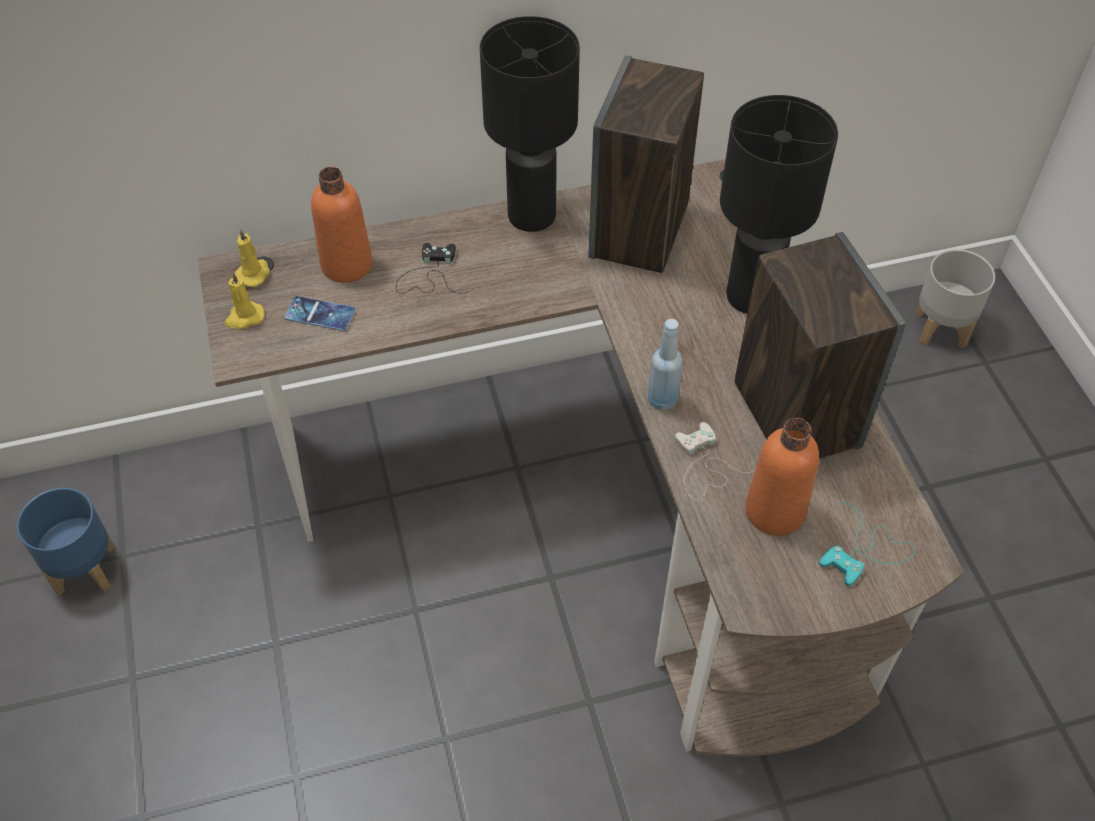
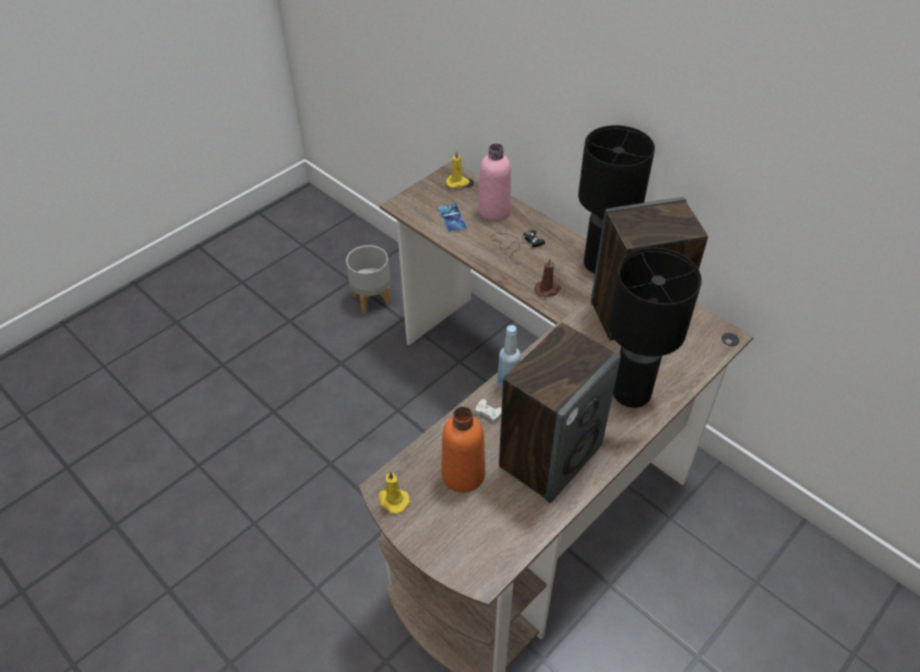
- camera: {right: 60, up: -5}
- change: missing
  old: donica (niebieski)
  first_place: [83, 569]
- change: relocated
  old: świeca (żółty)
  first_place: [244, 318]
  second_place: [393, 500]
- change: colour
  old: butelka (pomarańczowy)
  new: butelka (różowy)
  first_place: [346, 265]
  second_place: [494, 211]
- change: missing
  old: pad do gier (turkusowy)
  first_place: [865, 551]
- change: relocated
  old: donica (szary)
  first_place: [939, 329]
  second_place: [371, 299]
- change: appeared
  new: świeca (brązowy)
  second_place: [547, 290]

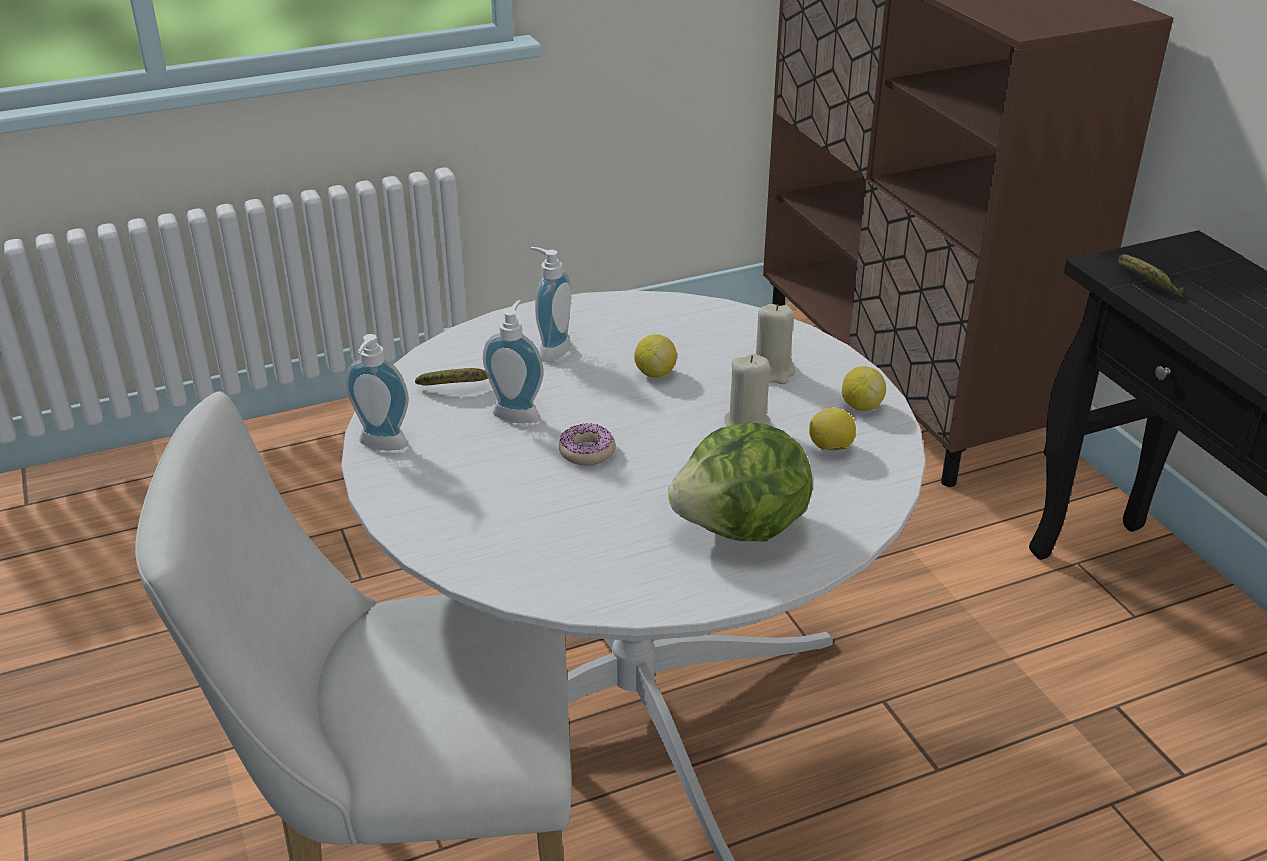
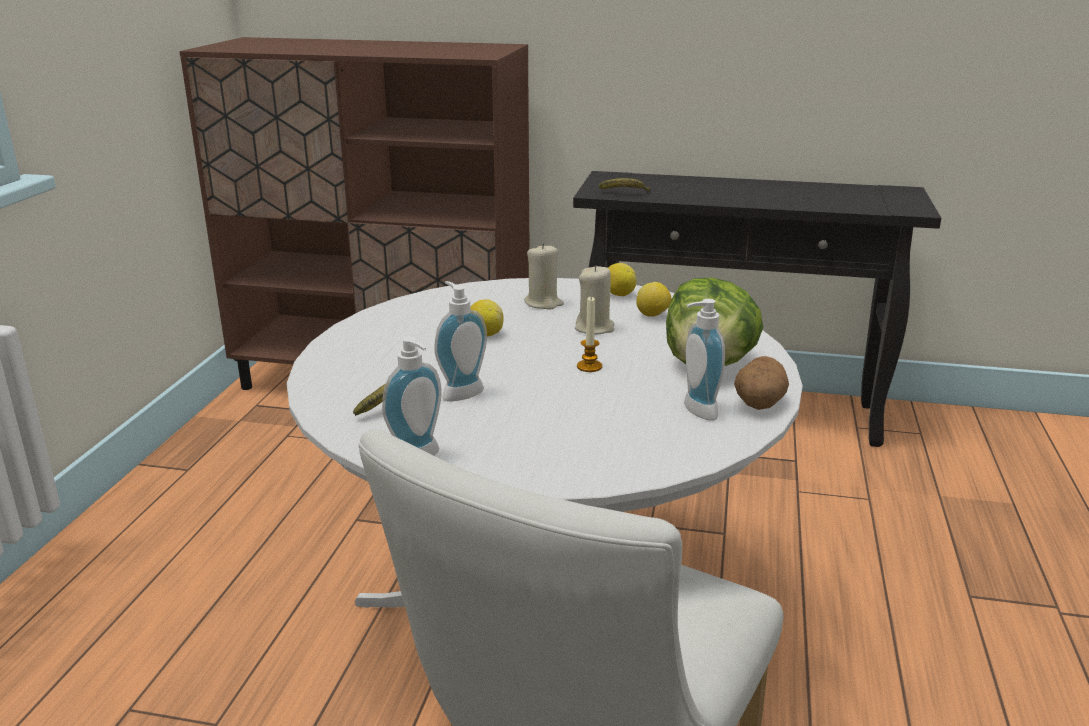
- camera: {right: -55, up: -10}
- change: relocated
  old: dozownik mydła
  first_place: [550, 350]
  second_place: [695, 411]
- change: missing
  old: donut
  first_place: [587, 452]
- change: appeared
  new: świeca
  second_place: [589, 366]
- change: appeared
  new: ziemniak
  second_place: [758, 404]

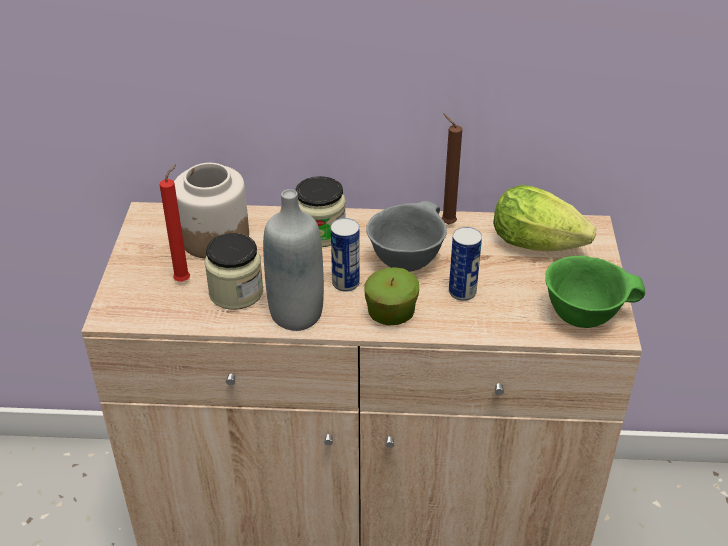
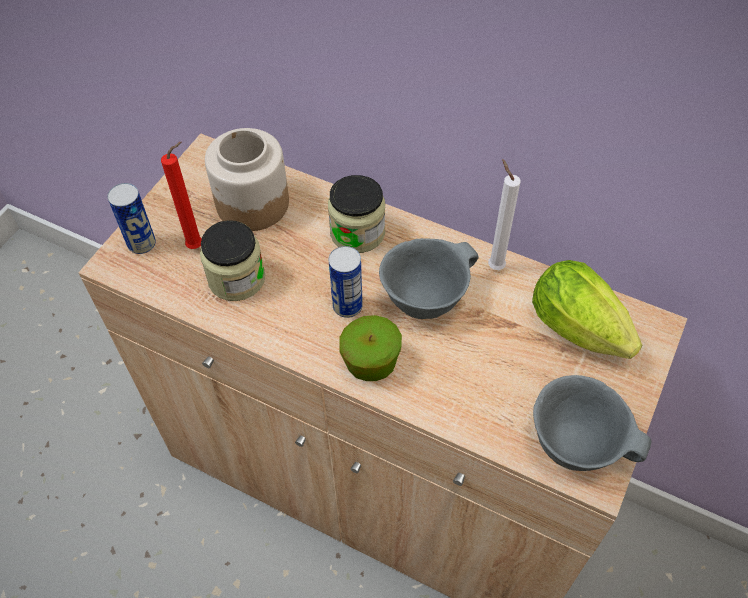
- camera: {right: 25, up: 15}
- change: missing
  old: butelka (szary)
  first_place: [296, 314]
- change: colour
  old: świeca (brązowy)
  new: świeca (biały)
  first_place: [446, 223]
  second_place: [494, 265]
- change: relocated
  old: puszka
  first_place: [462, 292]
  second_place: [141, 243]
- change: colour
  old: miska (zielony)
  new: miska (szary)
  first_place: [583, 315]
  second_place: [576, 443]

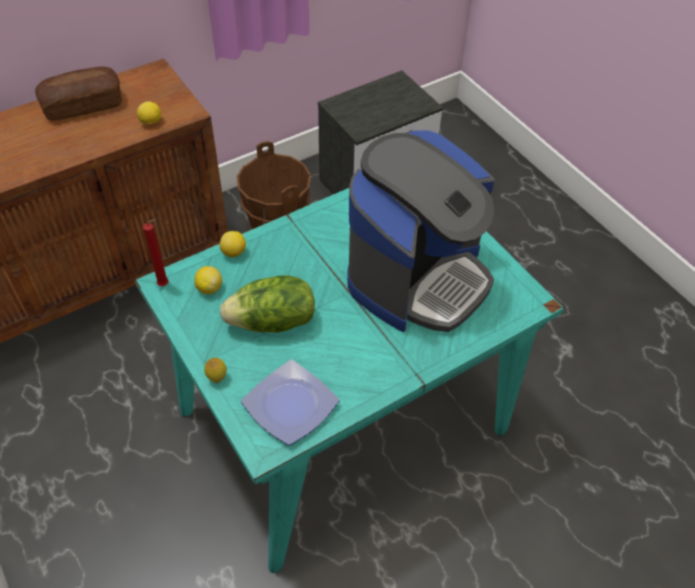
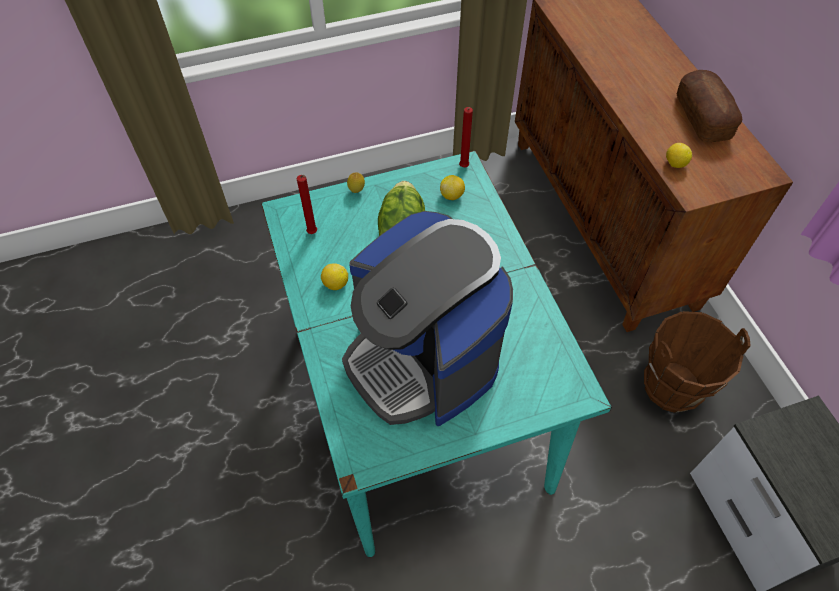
- camera: {right: 105, up: 5}
- change: relocated
  old: cytryna
  first_place: [234, 253]
  second_place: [335, 284]
- change: exchanged
  old: talerz
  new: świeca (czerwony)
  first_place: [292, 405]
  second_place: [313, 234]

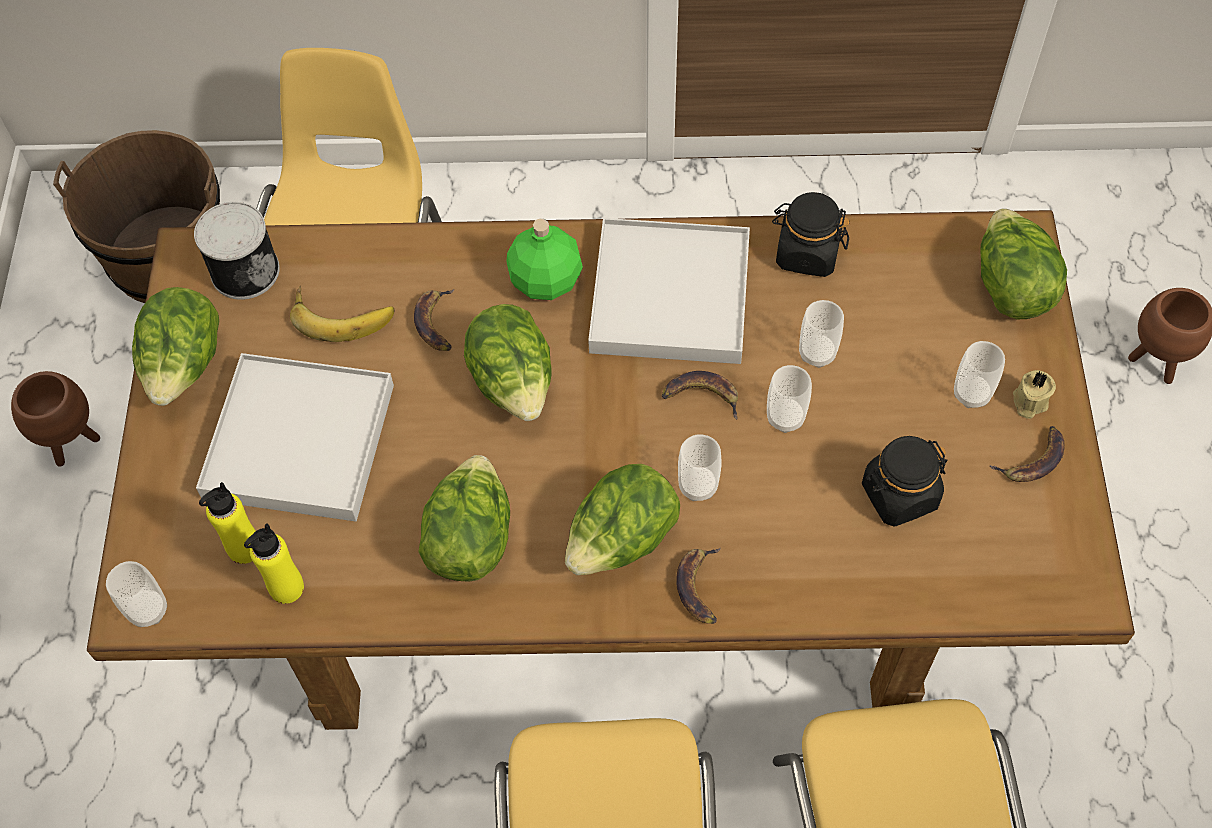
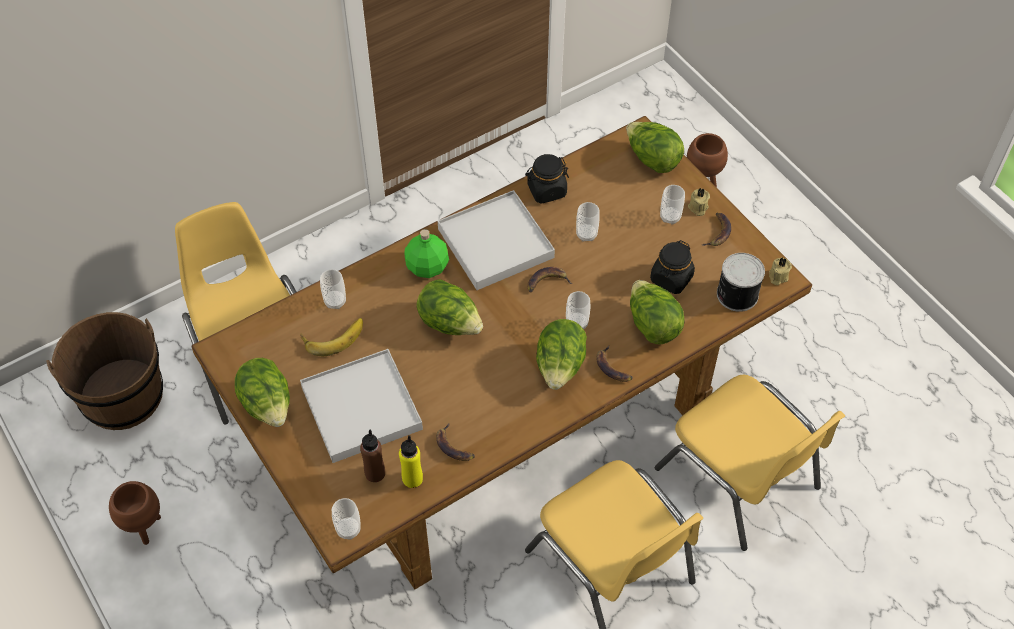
- camera: {right: -35, up: -5}
- change: relocated
  old: puszka
  first_place: [244, 270]
  second_place: [736, 294]
- change: colour
  old: butelka (żółty)
  new: butelka (brązowy)
  first_place: [244, 548]
  second_place: [375, 473]
- change: relocated
  old: banan
  first_place: [436, 323]
  second_place: [454, 446]
- change: relocated
  old: sałata
  first_place: [470, 539]
  second_place: [652, 325]
- change: relocated
  old: filiżanka
  first_place: [785, 417]
  second_place: [335, 301]
- change: appeared
  new: świeca (beżowy)
  second_place: [777, 277]

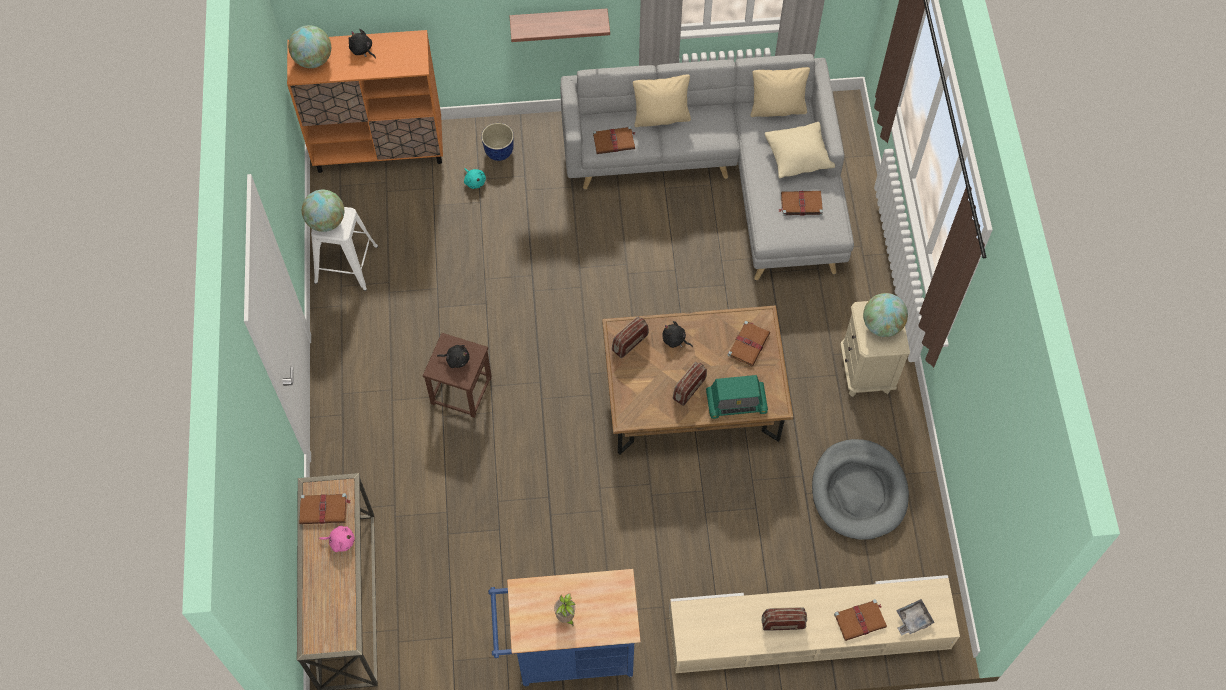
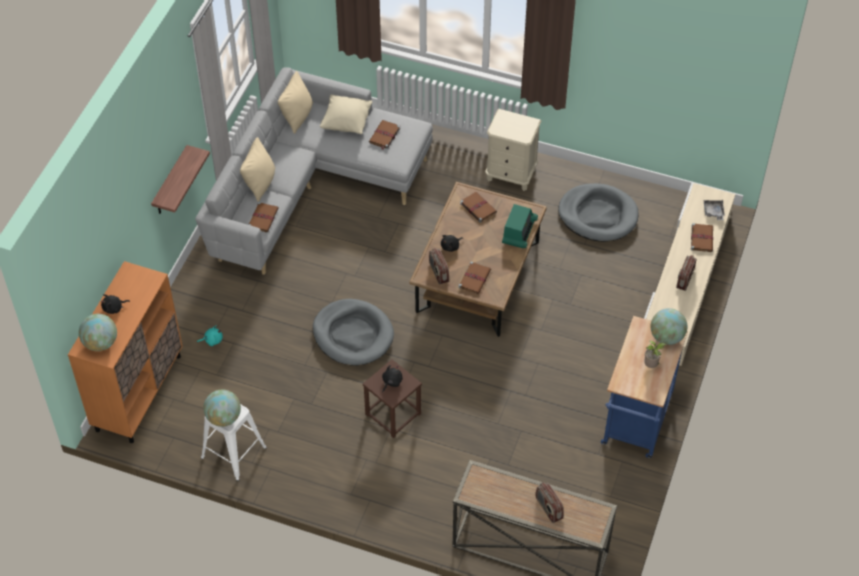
- camera: {right: -65, up: -10}
- change: relocated
  old: książka (brązowy)
  first_place: [324, 509]
  second_place: [474, 278]
- change: missing
  old: pluszak (różowy)
  first_place: [340, 541]
- change: missing
  old: donica
  first_place: [499, 151]
- change: relocated
  old: radio
  first_place: [689, 389]
  second_place: [548, 508]
- change: relocated
  old: globus
  first_place: [882, 325]
  second_place: [666, 337]
- change: appeared
  new: legowisko (szary)
  second_place: [353, 334]

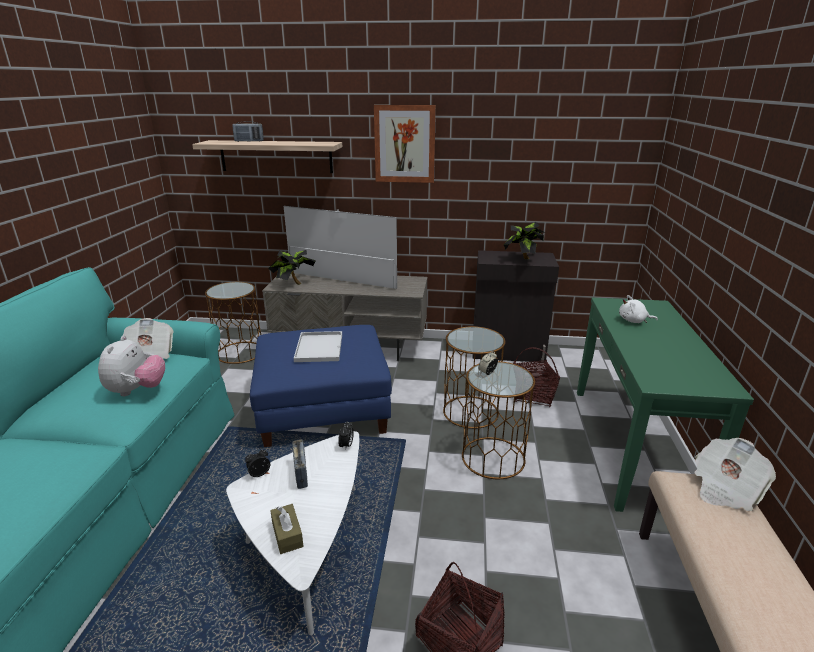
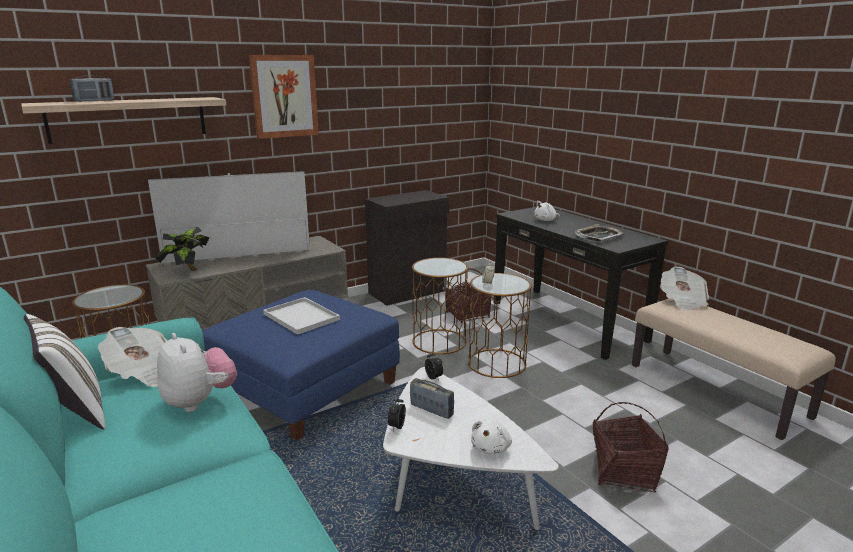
- camera: {right: -40, up: -5}
- change: exchanged
  old: pudełko chusteczek (brązowy)
  new: pluszak (biały)
  first_place: [287, 535]
  second_place: [491, 447]
- change: missing
  old: roślina doniczkowa
  first_place: [523, 260]
- change: colour
  old: stolik konsolowy (zielony)
  new: stolik konsolowy (czarny)
  first_place: [633, 445]
  second_place: [567, 320]
- change: appeared
  new: poduszka (biały)
  second_place: [72, 413]
- change: appeared
  new: taca
  second_place: [598, 236]

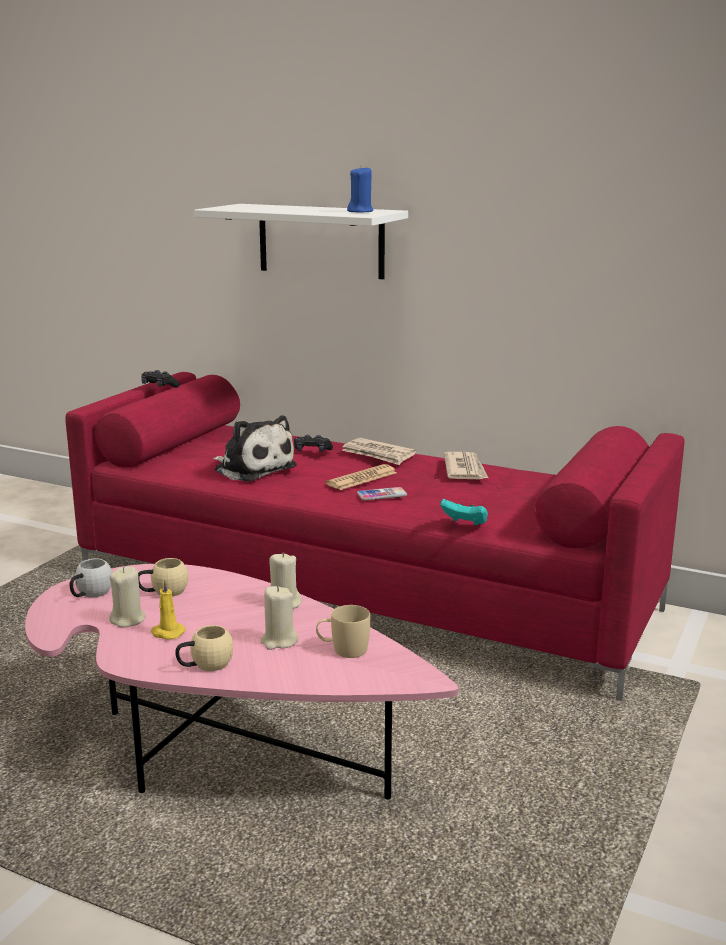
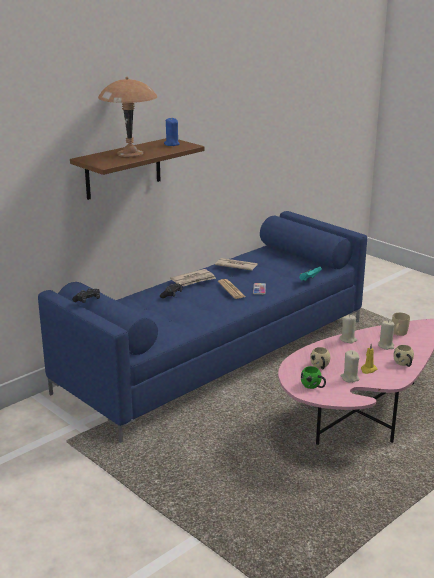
- camera: {right: -70, up: 5}
- change: colour
  old: kanapa (czerwony)
  new: kanapa (niebieski)
  first_place: [365, 591]
  second_place: [217, 355]
- change: colour
  old: kubek (biały)
  new: kubek (zielony)
  first_place: [90, 594]
  second_place: [313, 386]
- change: colour
  old: półka (biały)
  new: półka (brązowy)
  first_place: [321, 241]
  second_place: [123, 168]
- change: missing
  old: pluszak
  first_place: [252, 468]
- change: appeared
  new: lampa stołowa (brązowy)
  second_place: [130, 153]

